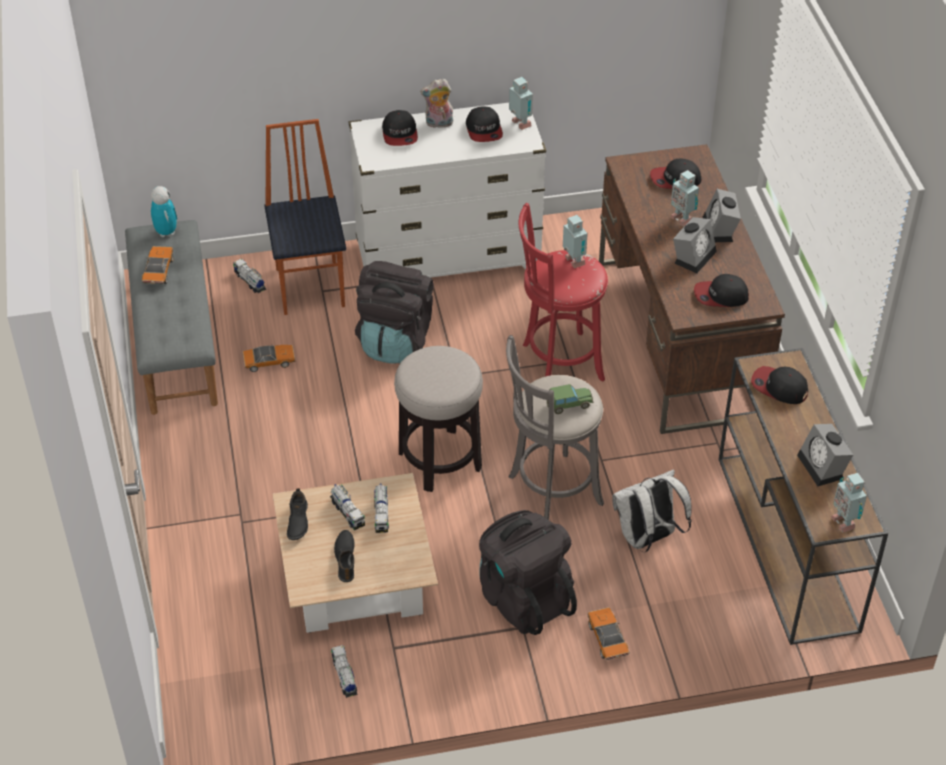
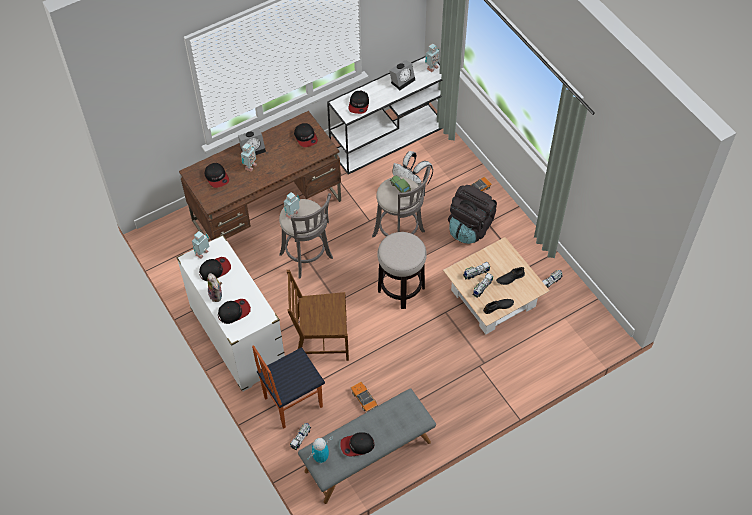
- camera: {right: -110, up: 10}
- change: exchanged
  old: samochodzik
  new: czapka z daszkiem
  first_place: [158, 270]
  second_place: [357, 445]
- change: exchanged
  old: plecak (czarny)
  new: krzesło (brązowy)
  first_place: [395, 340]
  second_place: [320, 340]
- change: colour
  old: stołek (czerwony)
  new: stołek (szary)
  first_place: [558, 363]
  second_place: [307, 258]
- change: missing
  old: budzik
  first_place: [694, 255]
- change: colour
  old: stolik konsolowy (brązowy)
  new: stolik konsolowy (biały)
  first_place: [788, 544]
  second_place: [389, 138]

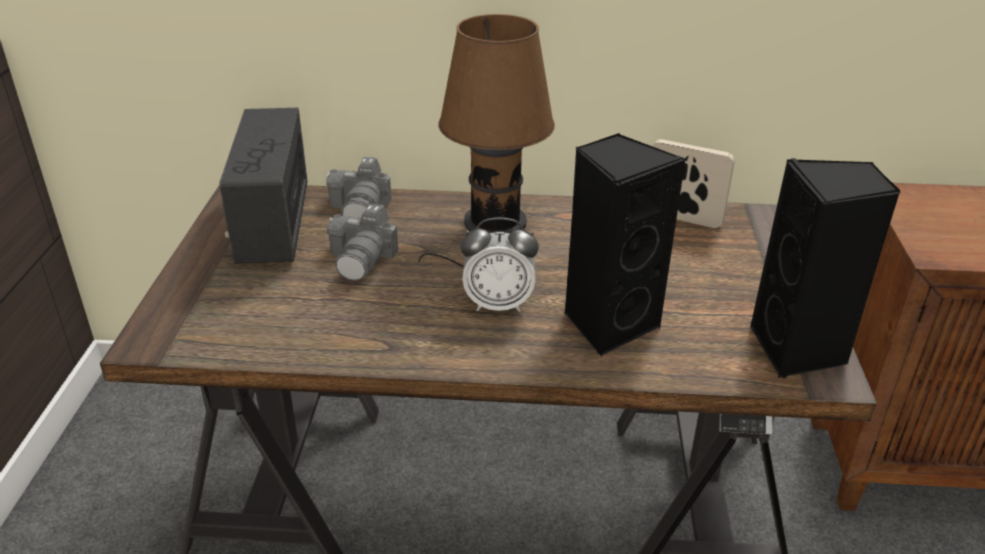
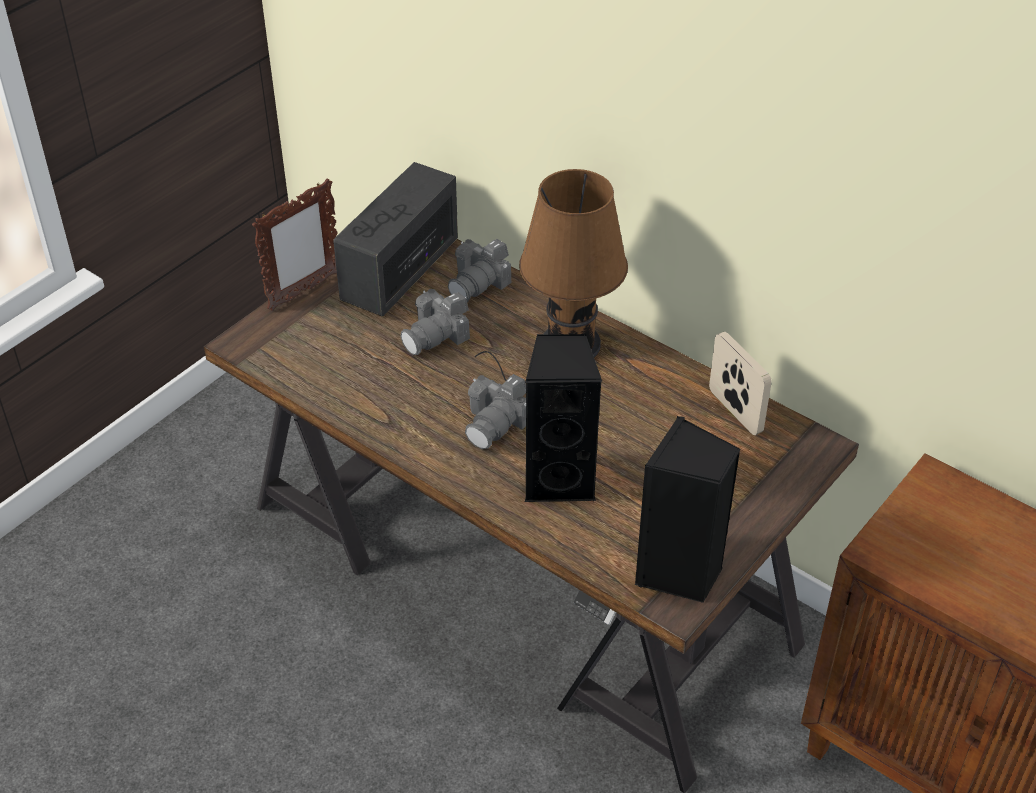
- camera: {right: 35, up: 10}
- change: exchanged
  old: budzik
  new: aparat fotograficzny
  first_place: [498, 304]
  second_place: [496, 423]
- change: appeared
  new: ramka na zdjęcie
  second_place: [303, 291]

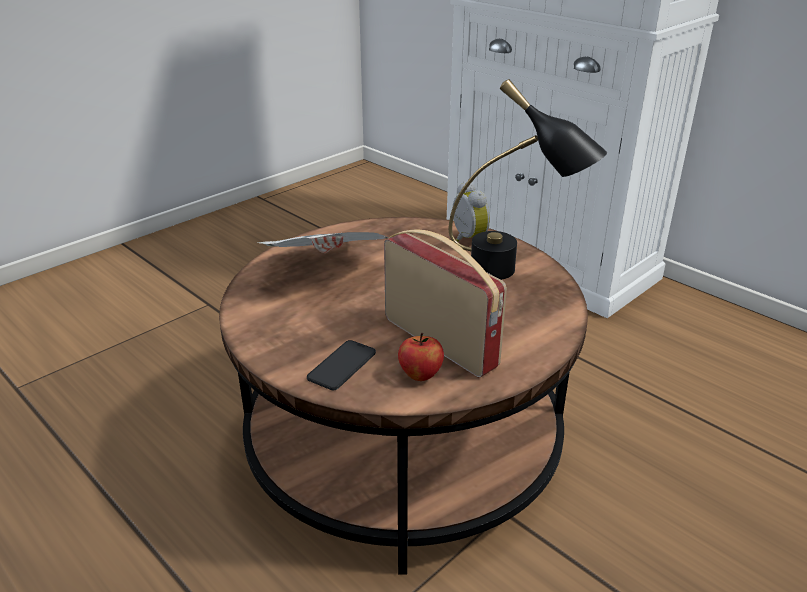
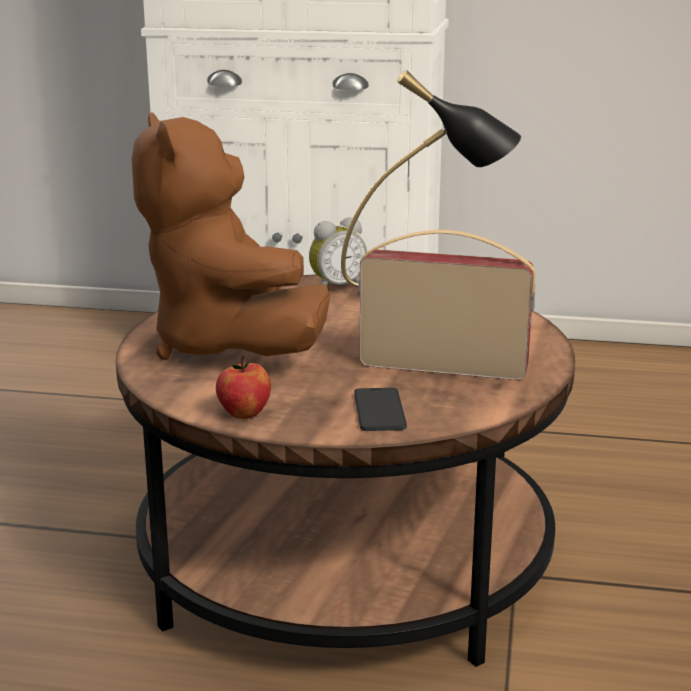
- camera: {right: -35, up: -10}
- change: exchanged
  old: gazeta
  new: pluszak (brązowy)
  first_place: [326, 271]
  second_place: [228, 347]
- change: relocated
  old: jabłko
  first_place: [420, 375]
  second_place: [244, 414]
- change: spun
  old: budzik
  first_place: [466, 240]
  second_place: [336, 287]
  degrees: 120

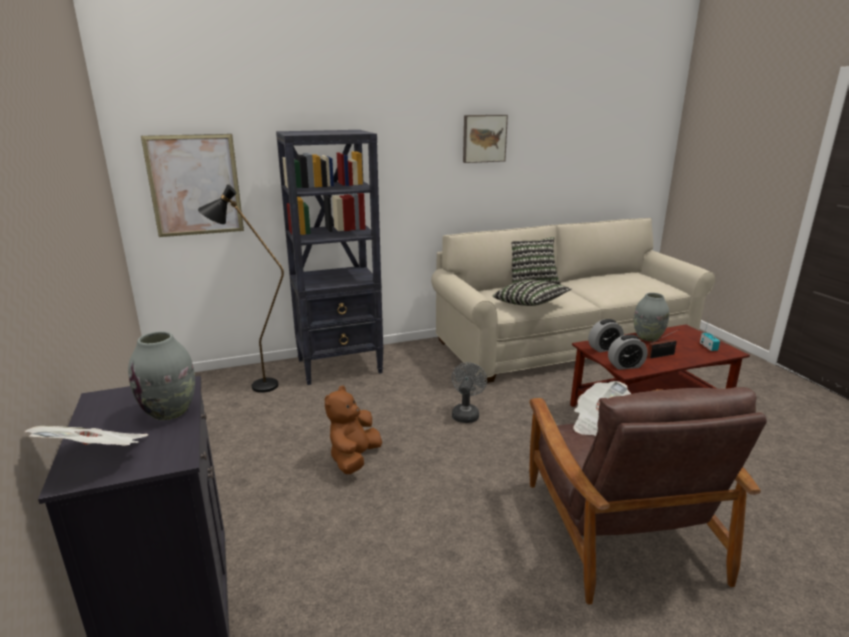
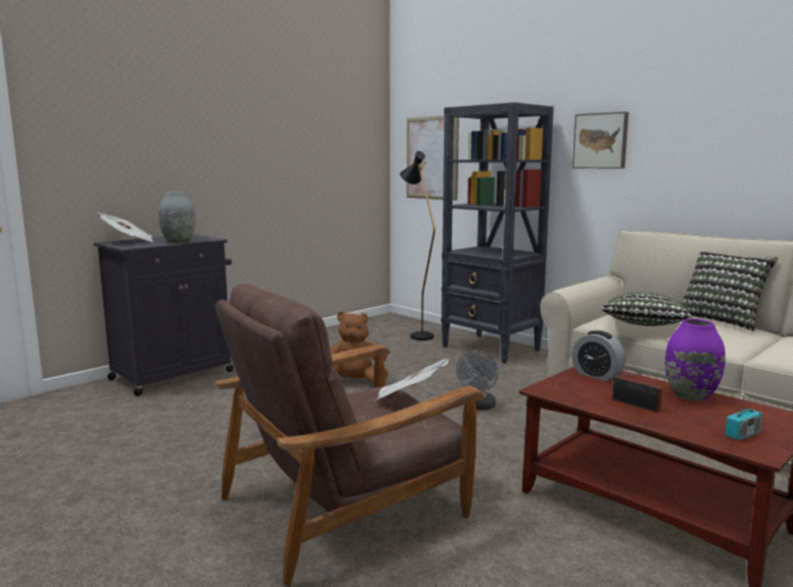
- camera: {right: 65, up: -10}
- change: spun
  old: wentylator (szary)
  first_place: [466, 413]
  second_place: [478, 407]
  degrees: 120
- change: relocated
  old: obraz
  first_place: [484, 138]
  second_place: [601, 141]
- change: missing
  old: budzik
  first_place: [625, 366]
- change: colour
  old: wazon (szary)
  new: wazon (fioletowy)
  first_place: [647, 338]
  second_place: [690, 395]

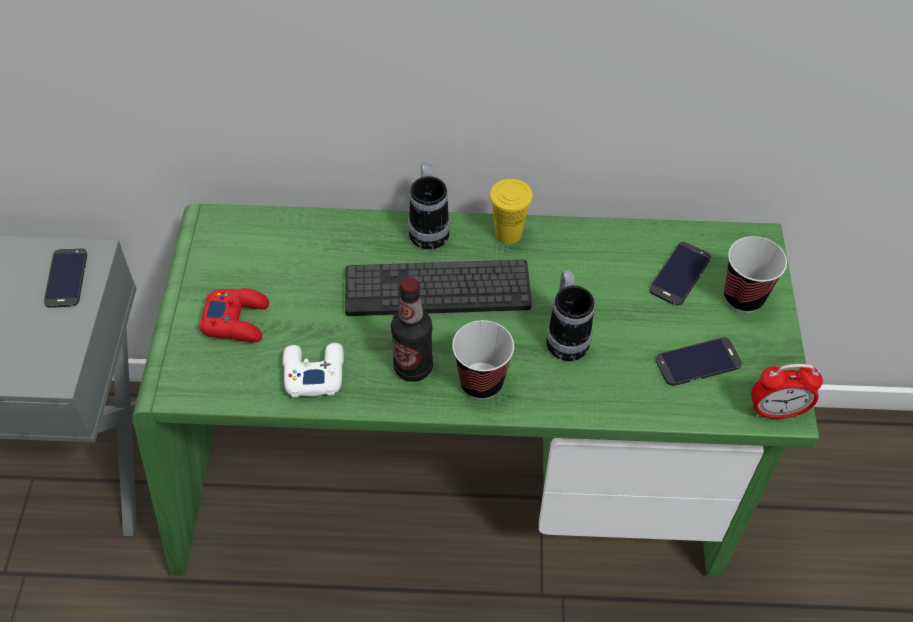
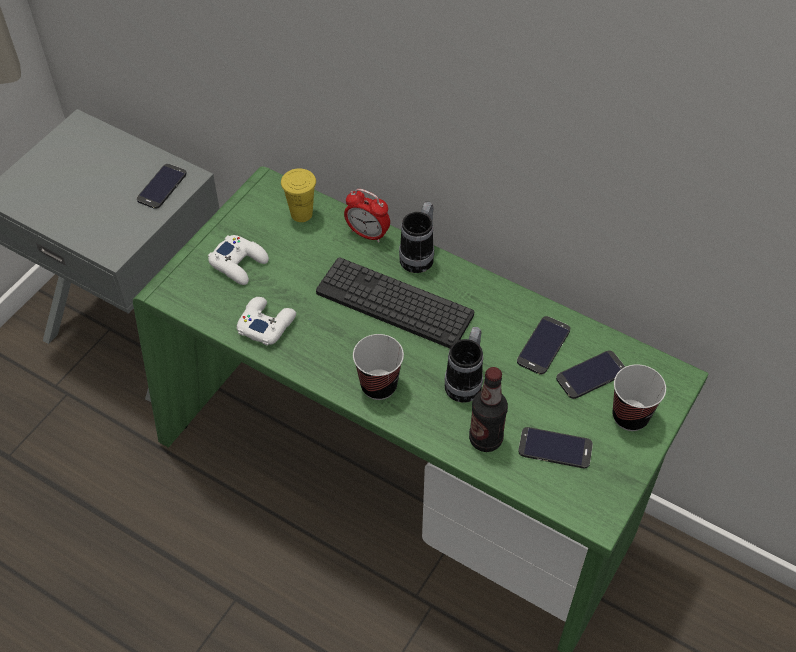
- camera: {right: 30, up: 0}
- change: colour
  old: pad do gier (czerwony)
  new: pad do gier (biały)
  first_place: [237, 320]
  second_place: [239, 263]
- change: relocated
  old: butelka
  first_place: [413, 367]
  second_place: [485, 439]
- change: relocated
  old: filiżanka (żółty)
  first_place: [508, 233]
  second_place: [301, 214]
- change: relocated
  old: budzik
  first_place: [776, 411]
  second_place: [367, 234]
- change: appeared
  new: telefon
  second_place: [543, 345]

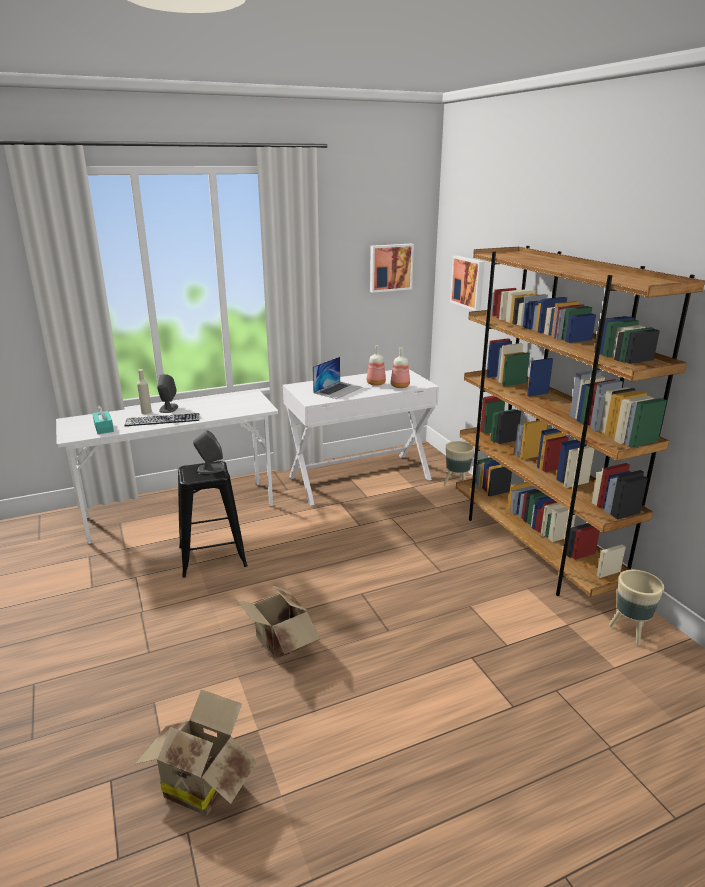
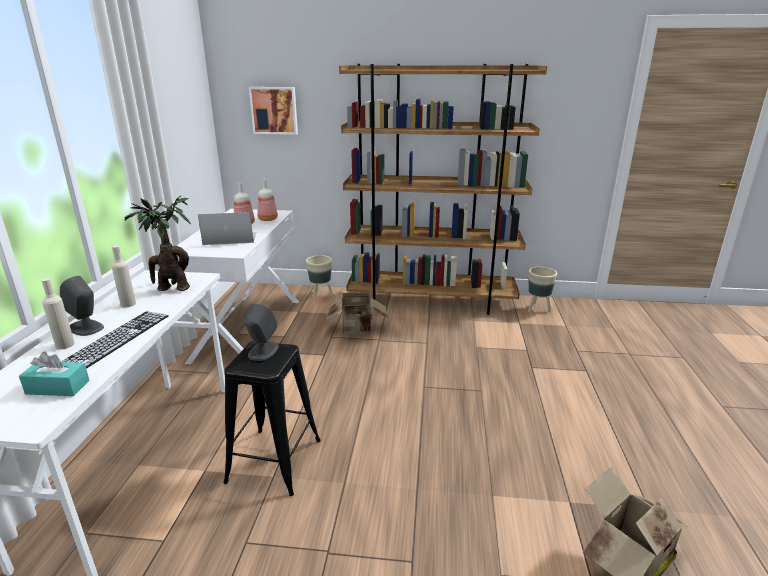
- camera: {right: -60, up: 0}
- change: relocated
  old: karton
  first_place: [279, 644]
  second_place: [358, 330]
- change: spun
  old: laptop
  first_place: [338, 390]
  second_place: [230, 238]
  degrees: -75
- change: missing
  old: obraz
  first_place: [390, 267]
- change: appeared
  new: butelka (beżowy)
  second_place: [128, 304]
- change: appeared
  new: roślina doniczkowa
  second_place: [171, 288]

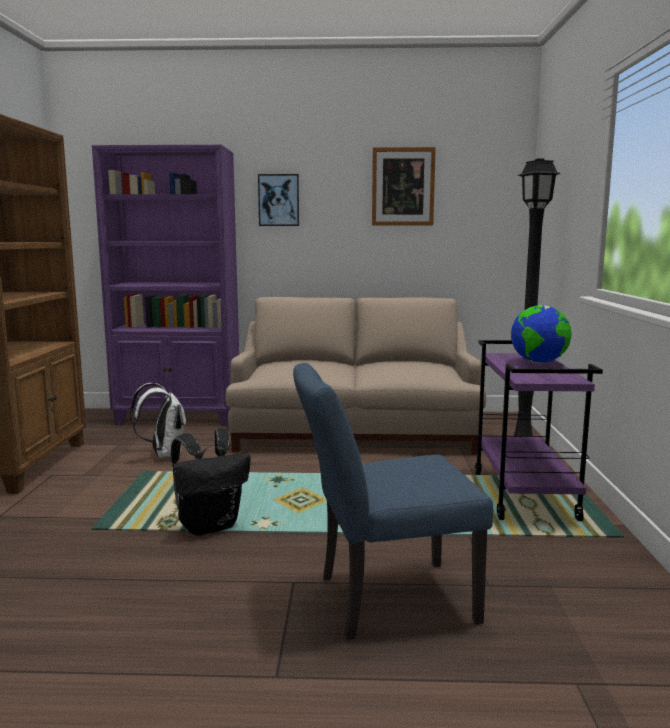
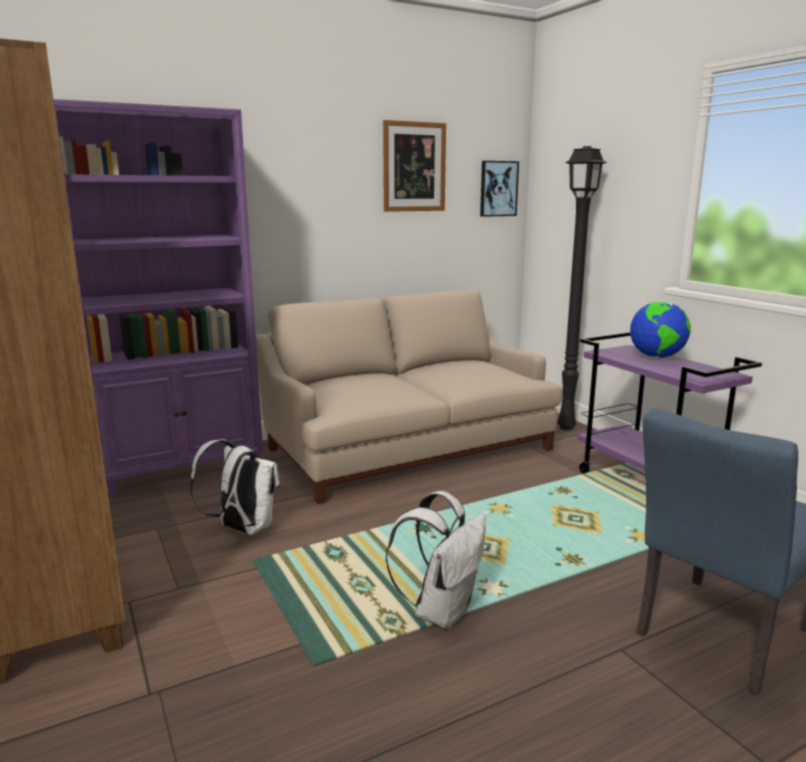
- camera: {right: -30, up: 5}
- change: colour
  old: plecak (czarny)
  new: plecak (biały)
  first_place: [210, 526]
  second_place: [442, 610]
- change: relocated
  old: obraz
  first_place: [278, 200]
  second_place: [498, 188]

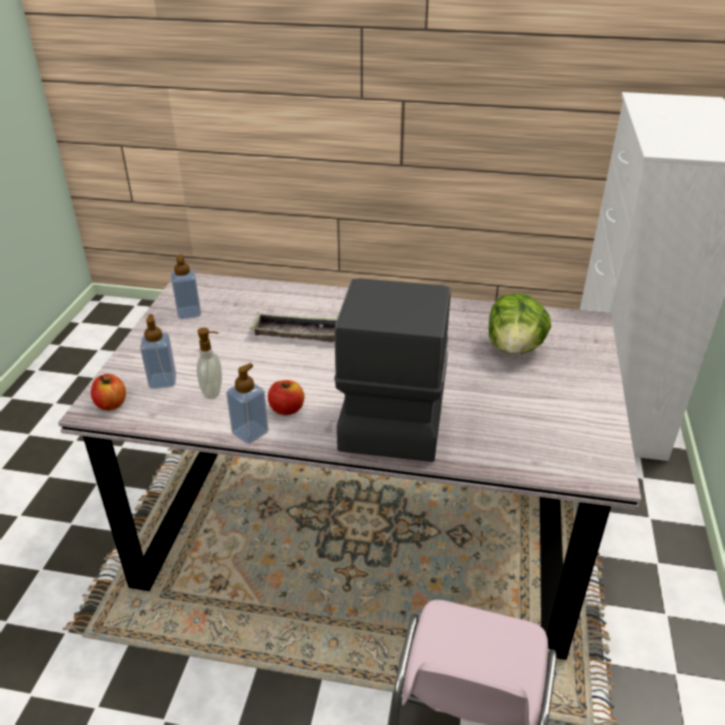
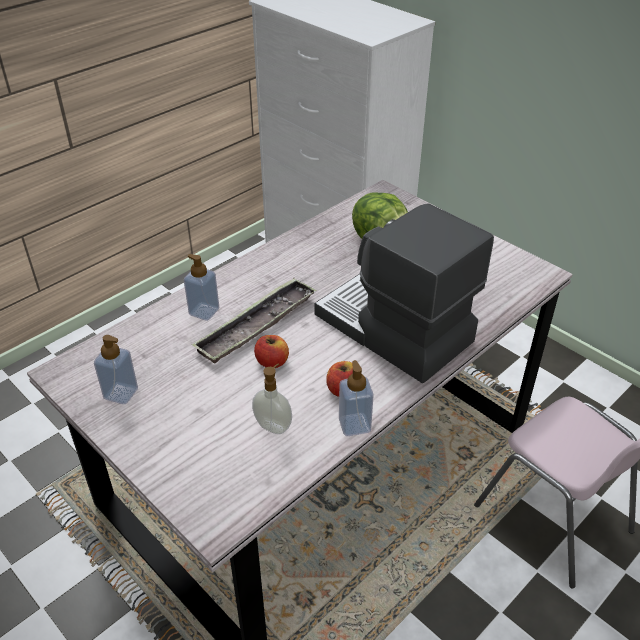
- camera: {right: -55, up: 5}
- change: relocated
  old: jabłko
  first_place: [111, 404]
  second_place: [272, 362]
- change: relocated
  old: dozownik mydła
  first_place: [162, 381]
  second_place: [204, 311]

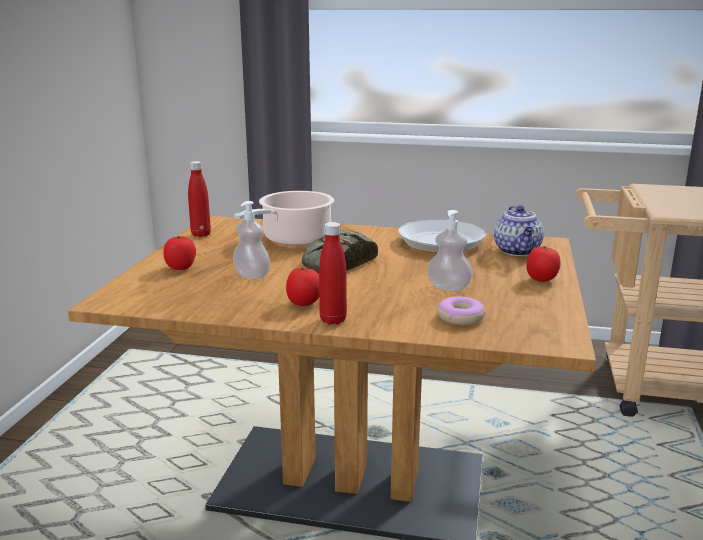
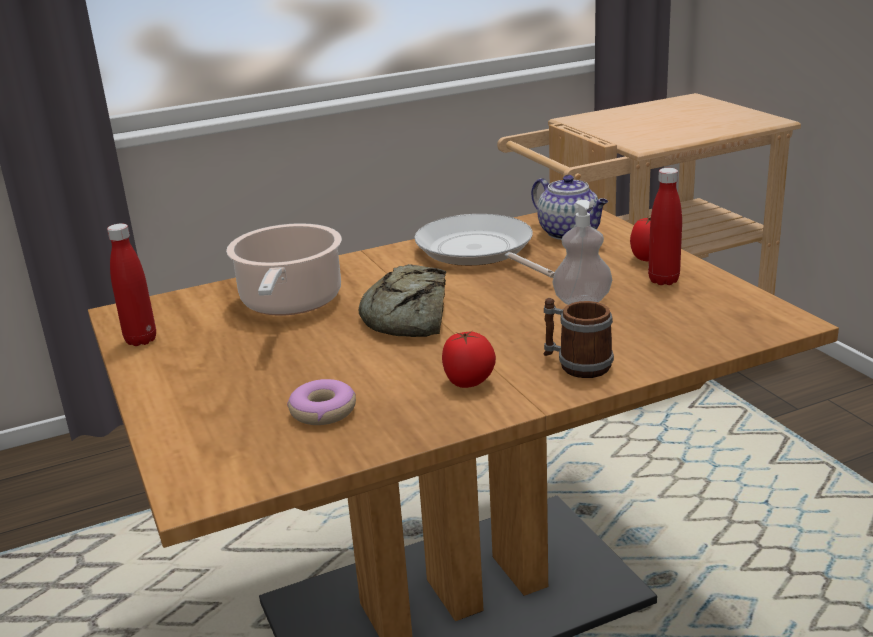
- camera: {right: -35, up: 5}
- change: missing
  old: pomidor
  first_place: [181, 268]
- change: missing
  old: dozownik mydła
  first_place: [252, 275]
- change: relocated
  old: butelka (czerwony)
  first_place: [333, 320]
  second_place: [663, 280]
- change: relocated
  old: donut
  first_place: [460, 317]
  second_place: [323, 411]
- change: appeared
  new: kubek
  second_place: [576, 364]

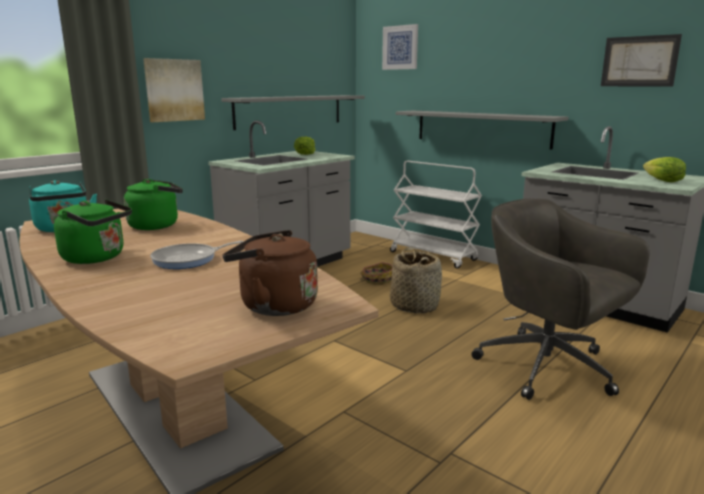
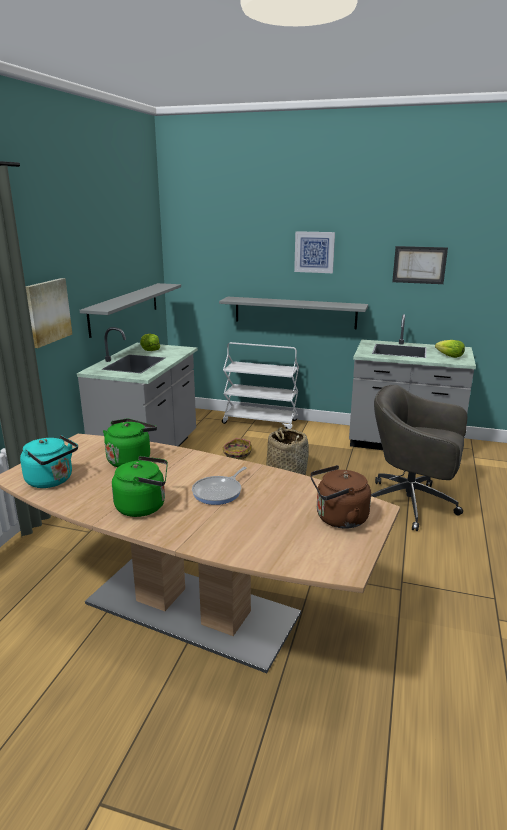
- camera: {right: -25, up: 5}
- change: relocated
  old: obraz
  first_place: [400, 47]
  second_place: [314, 252]

